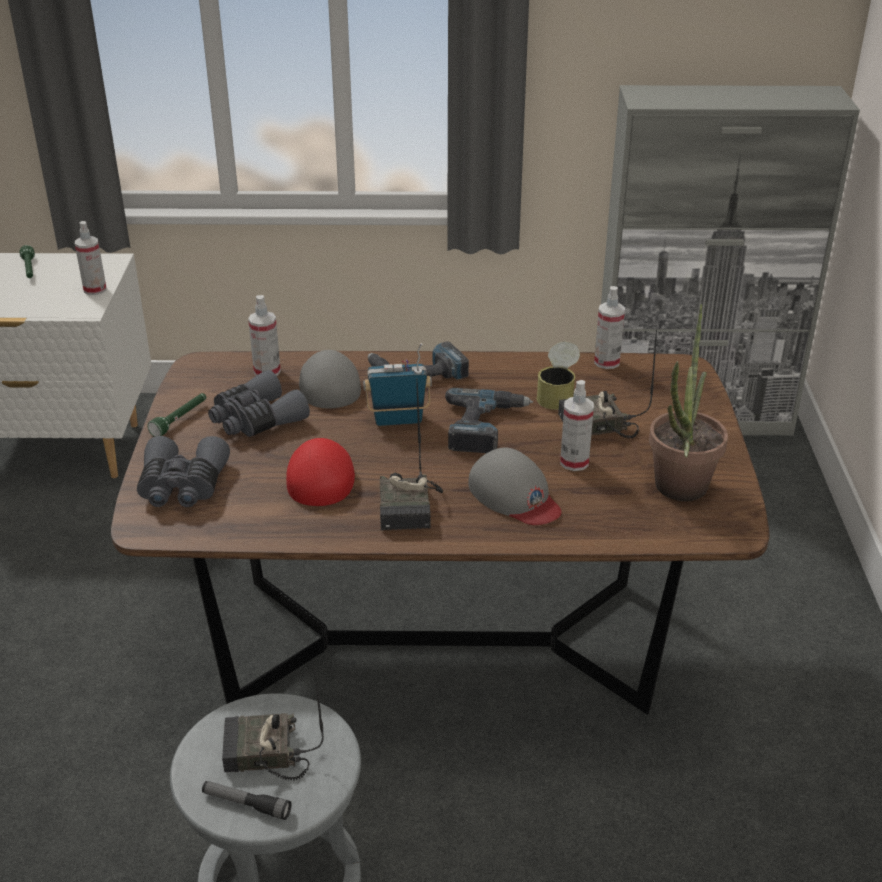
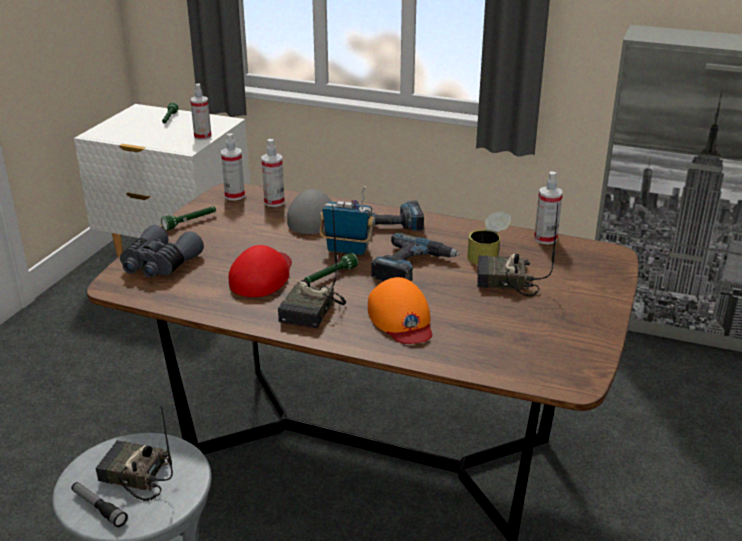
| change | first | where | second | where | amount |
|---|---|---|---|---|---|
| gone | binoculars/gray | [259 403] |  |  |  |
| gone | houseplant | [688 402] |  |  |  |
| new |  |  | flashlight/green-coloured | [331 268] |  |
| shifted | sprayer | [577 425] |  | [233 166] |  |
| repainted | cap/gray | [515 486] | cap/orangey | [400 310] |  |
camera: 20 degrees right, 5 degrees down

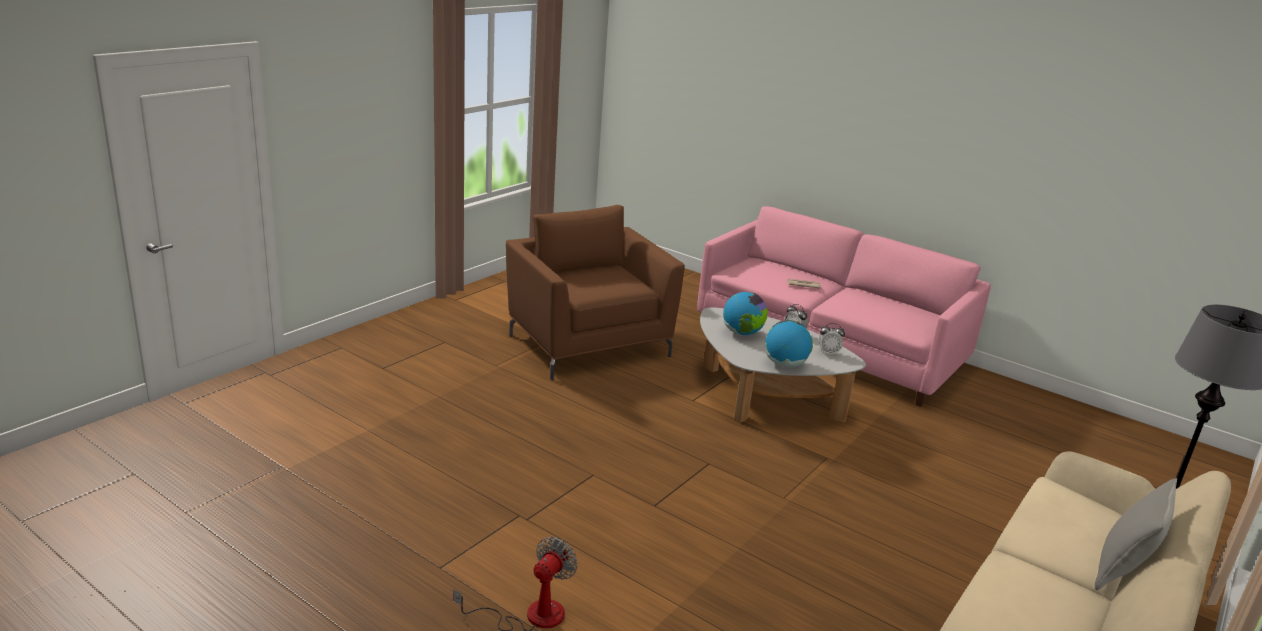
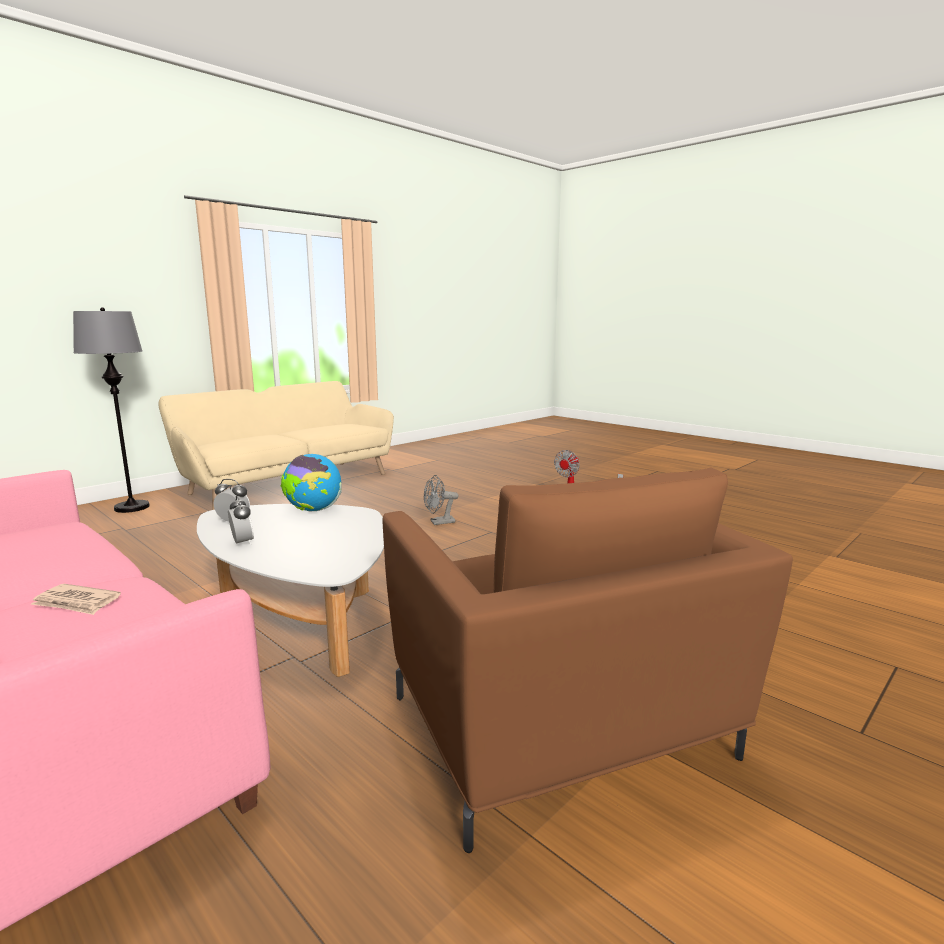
| change | first | where | second | where | amount |
|---|---|---|---|---|---|
| gone | desk globe | [745 314] |  |  |  |
| gone | throw pillow/gray | [1136 534] |  |  |  |
| new |  |  | cooling fan/gray | [441 500] |  |
camera: 170 degrees left, 10 degrees down

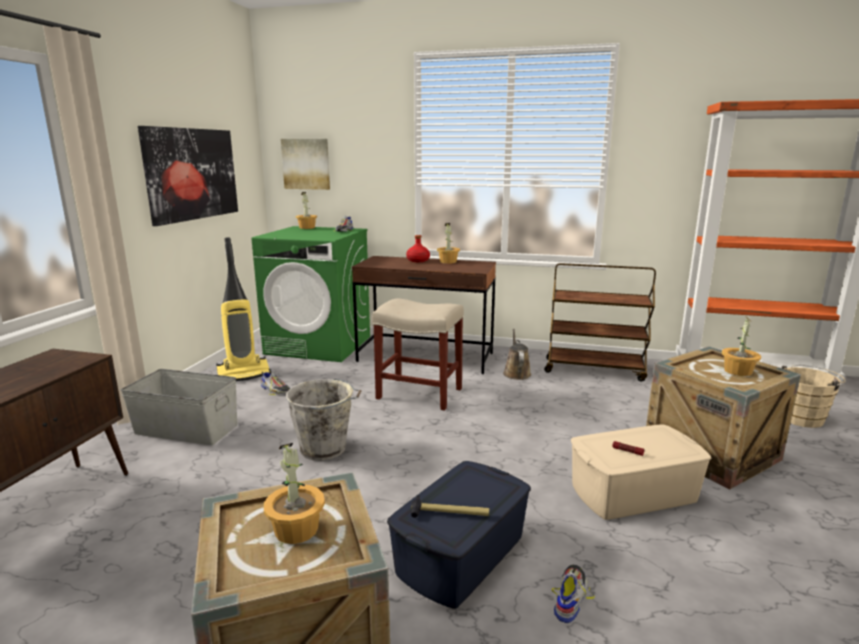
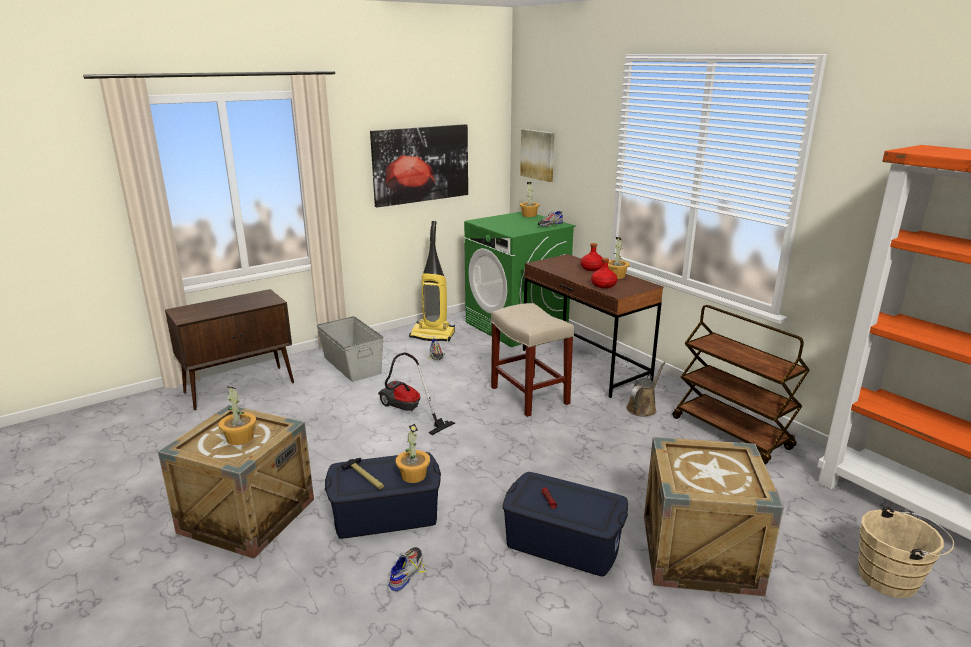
| change | first | where | second | where | amount |
|---|---|---|---|---|---|
| new |  |  | drink bottle/red-coloured | [604 273] |  |
| shifted | houseplant | [741 347] |  | [413 453] |  |
| swapped | bucket/gray | [323 420] | vacuum | [416 394] |  |
| repainted | storage bin/beige-coloured | [641 472] | storage bin/bluish | [565 524] |  |
| rotated | item of footwear | [573 594] |  | [407 569] | 45 degrees counterclockwise |
camera: 40 degrees right, 5 degrees up

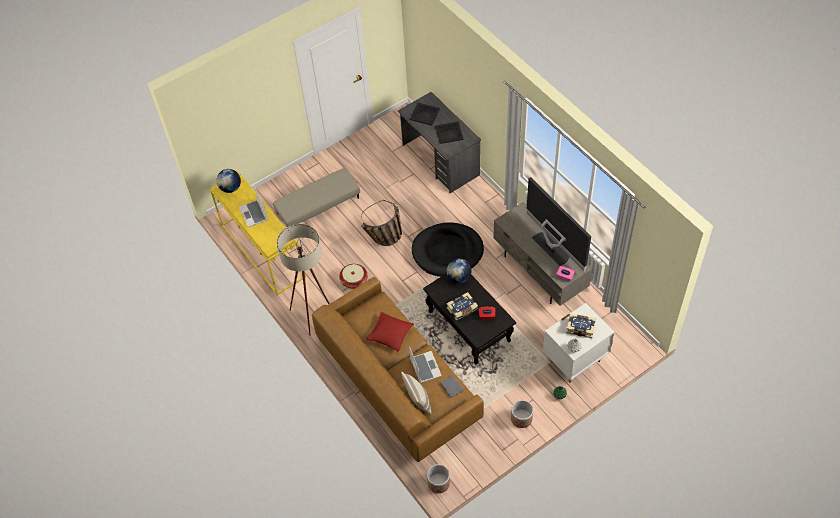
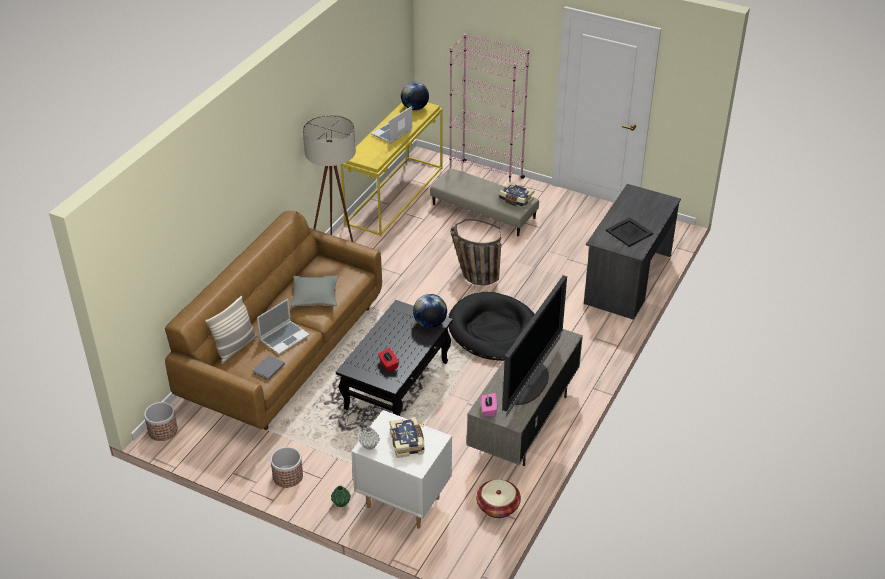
| change | first | where | second | where | amount |
|---|---|---|---|---|---|
| gone | tray/black-coloured | [425 114] |  |  |  |
| new |  |  | shelving unit/pinkish | [489 108] |  |
| shifted | basket | [353 276] |  | [498 498] |  |
| shifted | book | [462 306] |  | [516 195] |  |
| repainted | throw pillow/red-coloured | [390 332] | throw pillow/gray | [314 291] |  |
camera: 60 degrees right, 15 degrees down

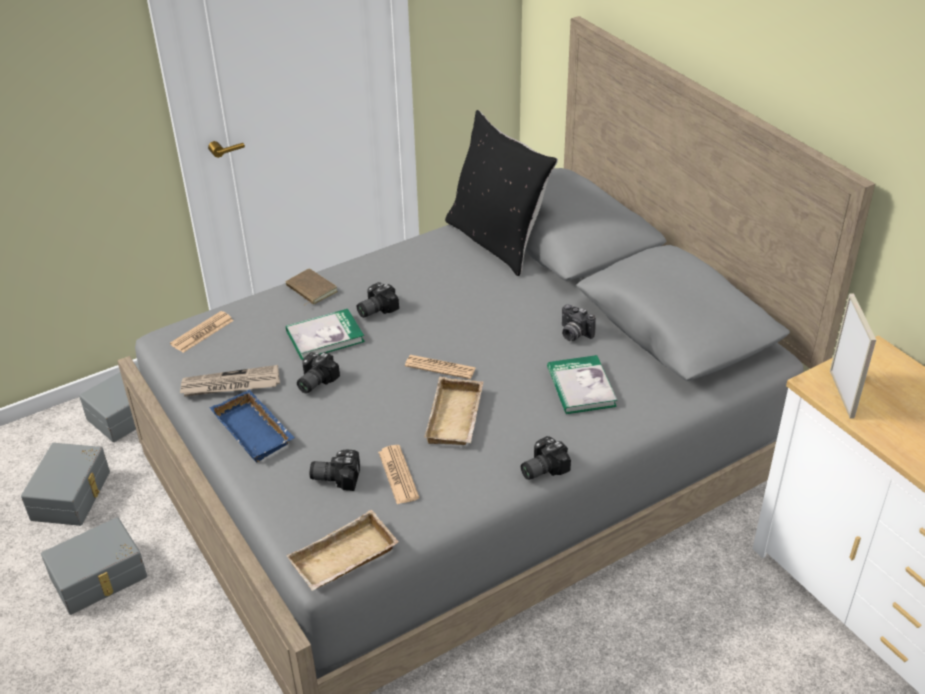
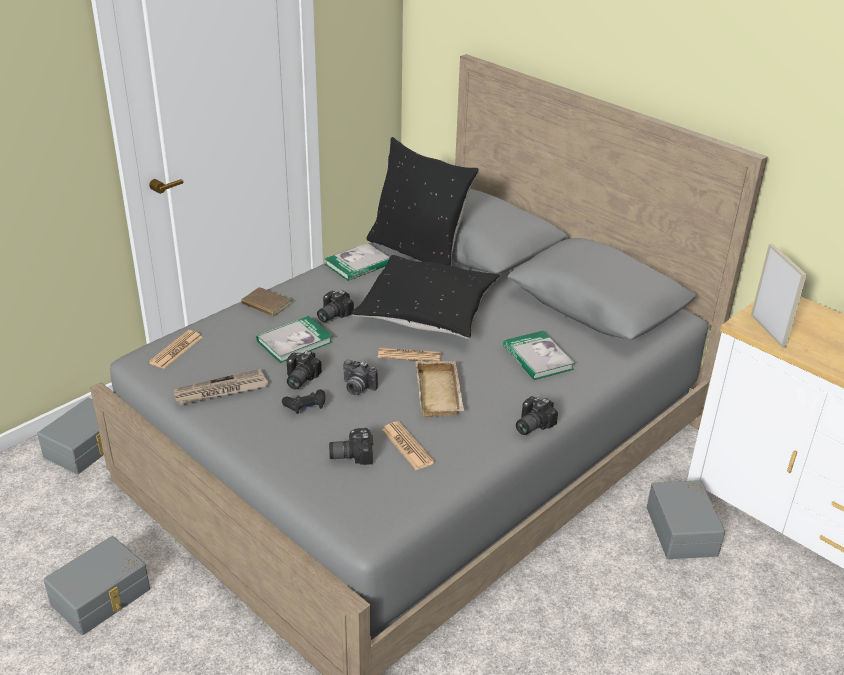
| change | first | where | second | where | amount |
|---|---|---|---|---|---|
| gone | tray/bluish | [252 425] |  |  |  |
| gone | tray/beige-coloured | [342 550] |  |  |  |
| new |  |  | joypad/black-coloured | [303 401] |  |
| new |  |  | book | [357 262] |  |
| new |  |  | throw pillow/black-coloured | [425 297] |  |
| shifted | storage bin/gray | [65 484] |  | [686 519] |  |
| shifted | still camera | [579 322] |  | [360 377] |  |
camera: 15 degrees left, 5 degrees down

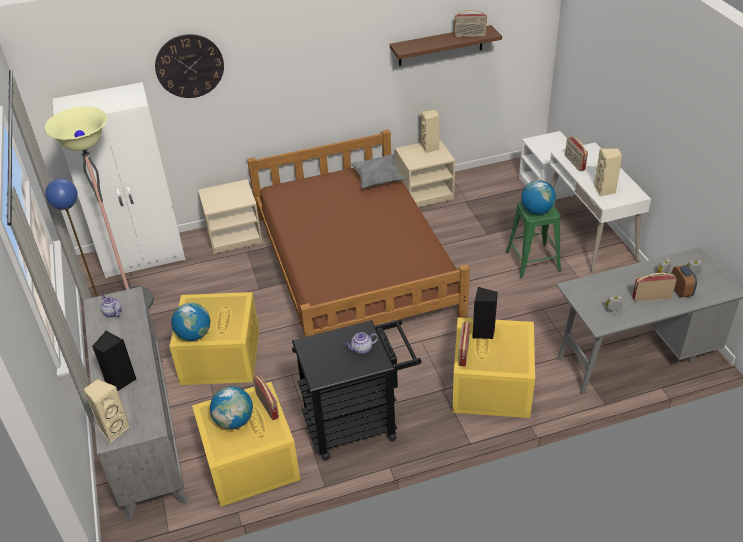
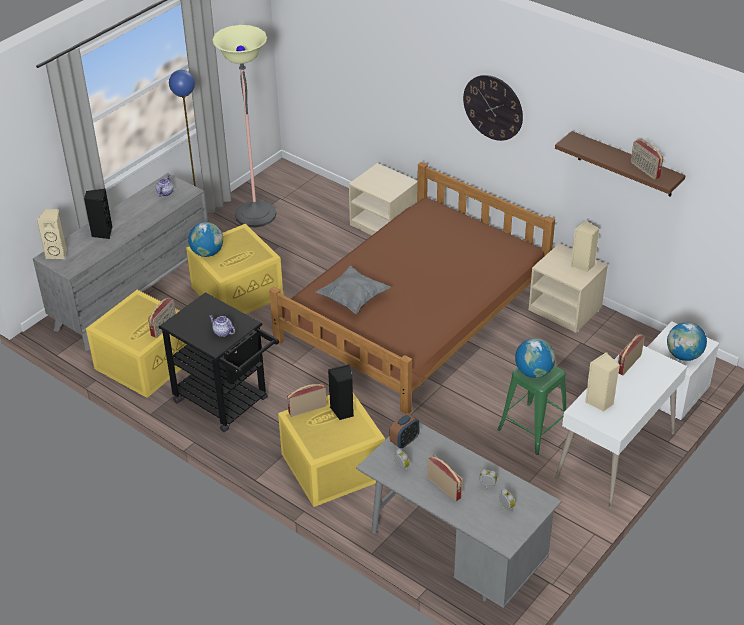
| change | first | where | second | where | amount |
|---|---|---|---|---|---|
| gone | armoire/white-coloured | [119 180] |  |  |  |
| shifted | wall clock | [189 66] |  | [493 108] |  |
| shifted | desk globe | [231 407] |  | [687 341] |  |
| shifted | throw pillow/gray | [378 171] |  | [353 290] |  |
| shifted | bedside clock | [684 281] |  | [404 430] |  |
camera: 55 degrees right, 0 degrees up

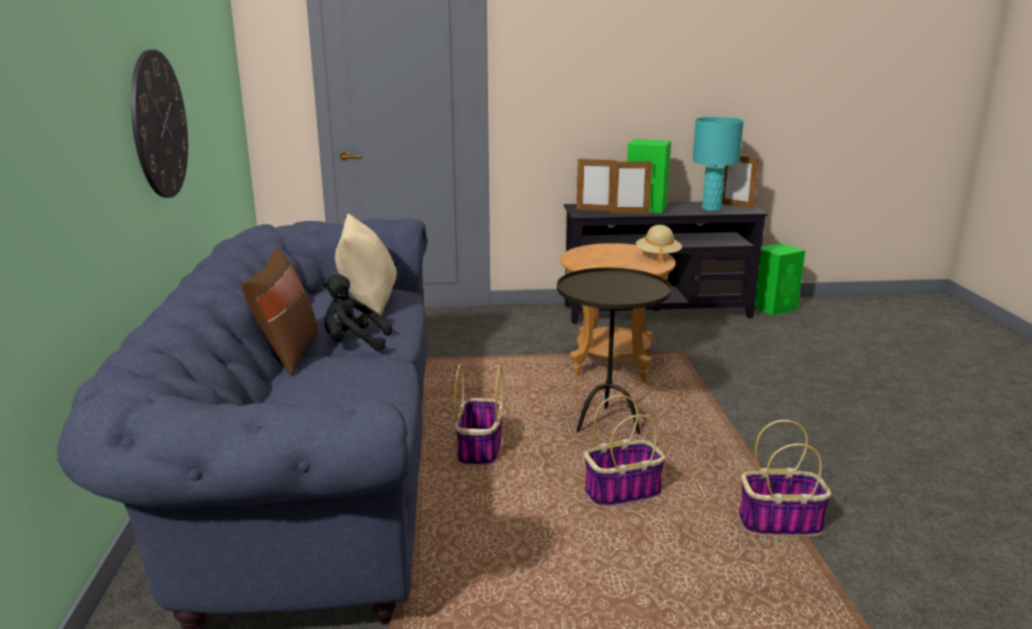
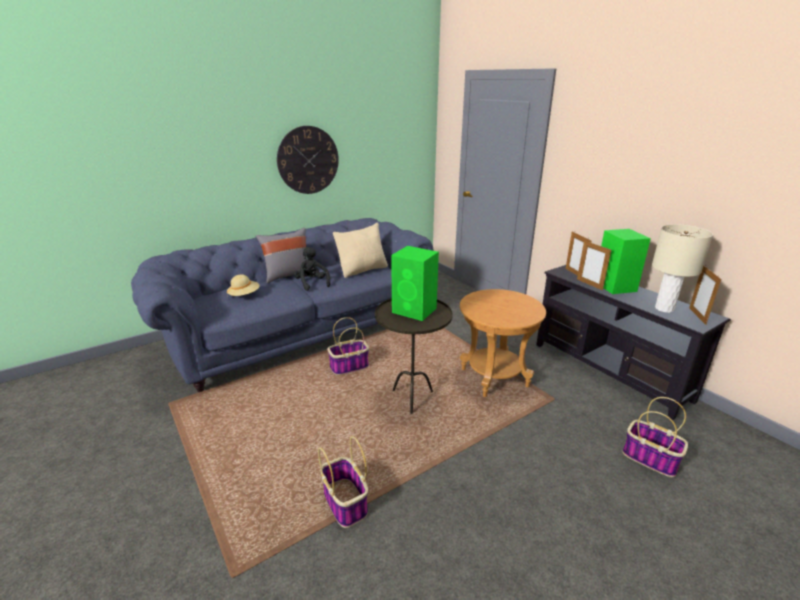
| change | first | where | second | where | amount |
|---|---|---|---|---|---|
| shifted | basket | [625 451] |  | [655 437] |  |
| shifted | clothing hat/beige-coloured | [659 244] |  | [243 285] |  |
| shifted | loudspeaker/green-coloured | [780 279] |  | [415 283] |  |
| repainted | throw pillow/brown | [280 312] | throw pillow/gray | [281 255] |  |
| repainted | table lamp/turquoise-coloured | [718 164] | table lamp/beige-coloured | [682 268] |  |
camera: 60 degrees right, 5 degrees up

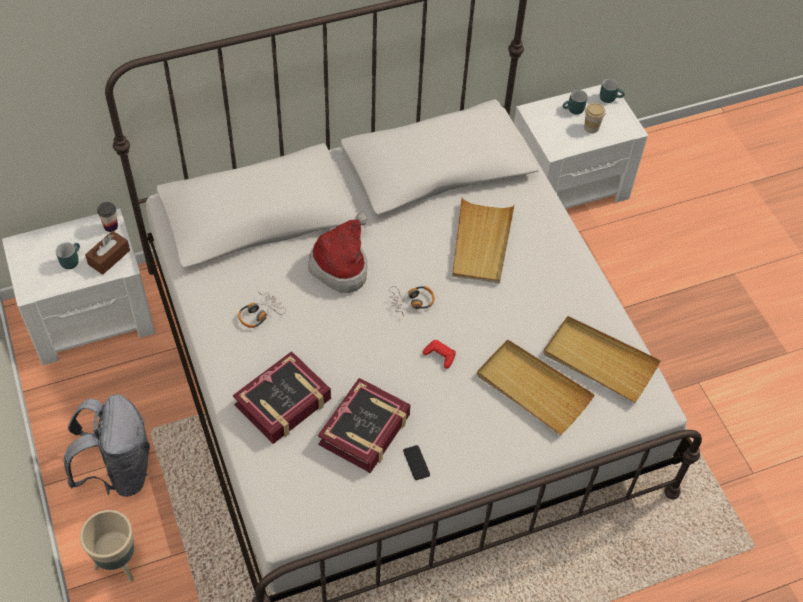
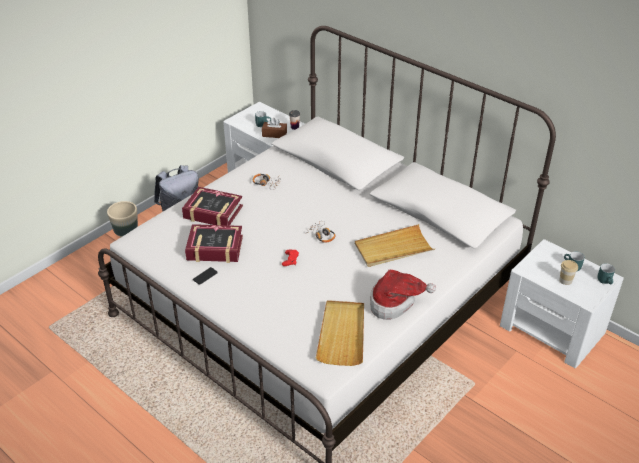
| change | first | where | second | where | amount |
|---|---|---|---|---|---|
| gone | tray/beige-coloured | [536 387] |  |  |  |
| shifted | clothing hat | [338 253] |  | [403 295] |  |
camera: 65 degrees right, 15 degrees down

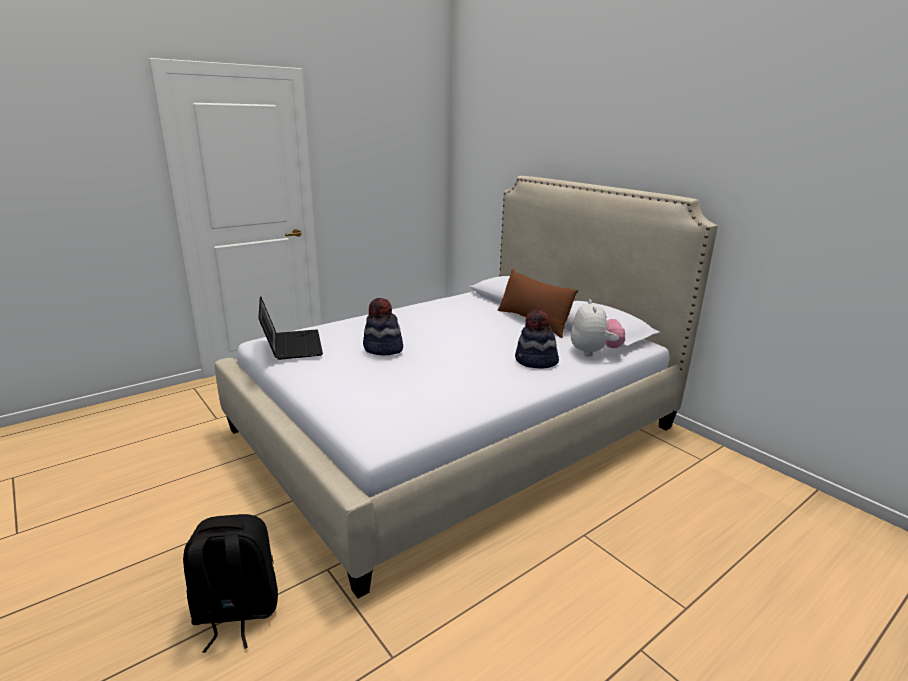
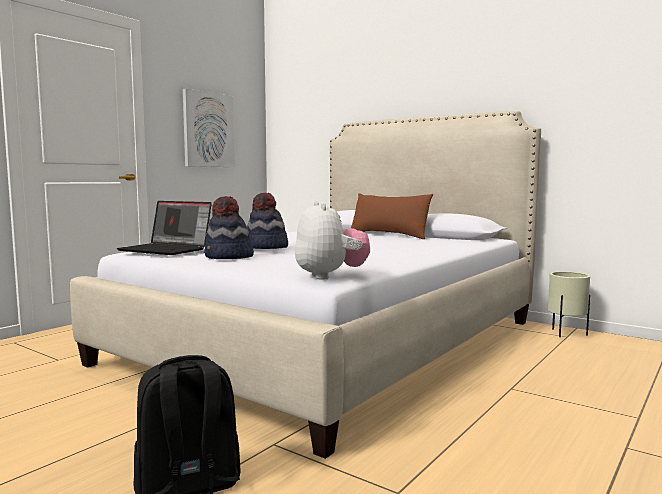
| change | first | where | second | where | amount |
|---|---|---|---|---|---|
| new |  |  | wall art | [209 128] |  |
| new |  |  | plant pot/beige-coloured | [569 304] |  |
| shifted | clothing hat | [537 339] |  | [229 227] |  |
| shifted | cuddly toy | [598 327] |  | [332 240] |  |
| rotated | portable computer | [290 328] |  | [164 228] | 150 degrees clockwise |
camera: 15 degrees left, 15 degrees down

